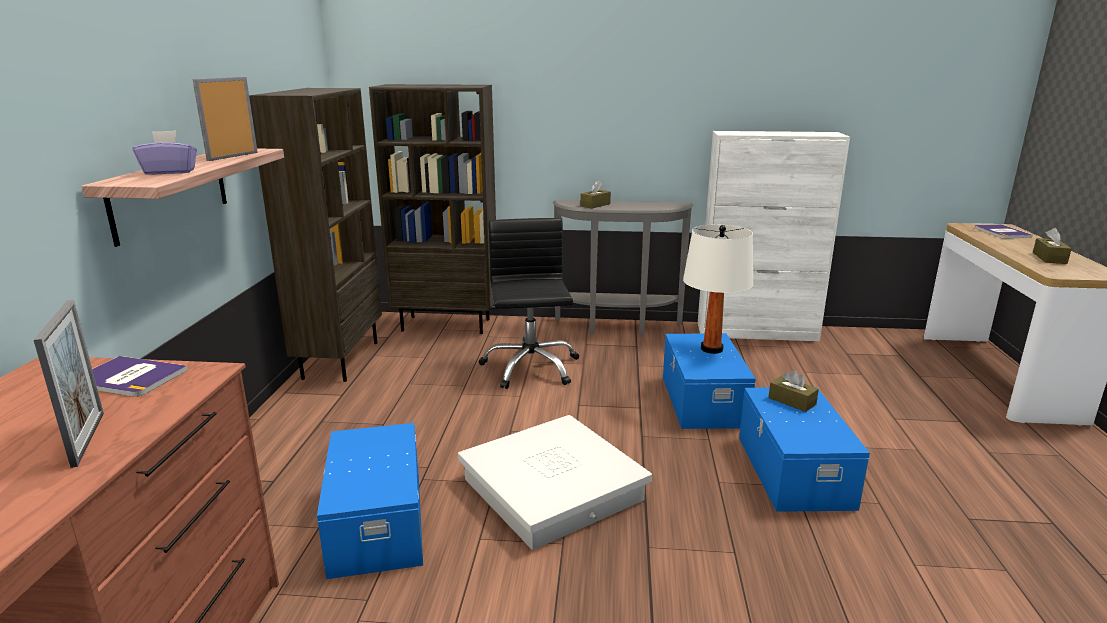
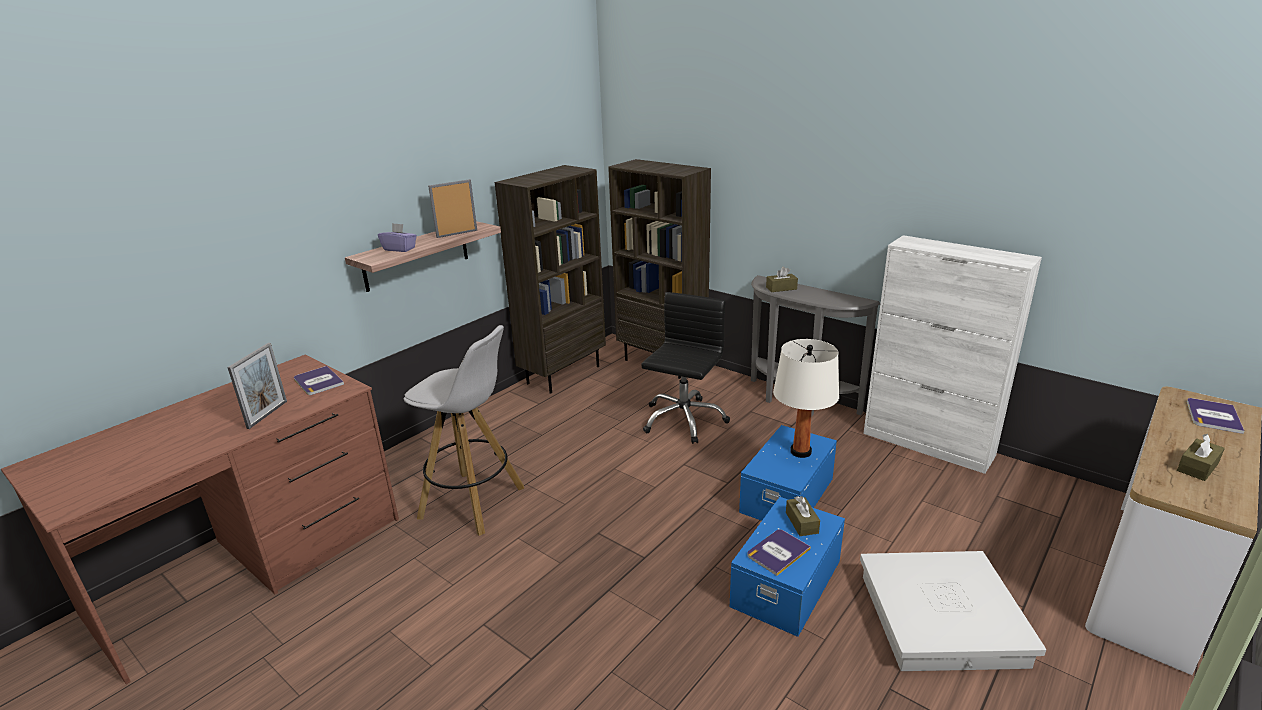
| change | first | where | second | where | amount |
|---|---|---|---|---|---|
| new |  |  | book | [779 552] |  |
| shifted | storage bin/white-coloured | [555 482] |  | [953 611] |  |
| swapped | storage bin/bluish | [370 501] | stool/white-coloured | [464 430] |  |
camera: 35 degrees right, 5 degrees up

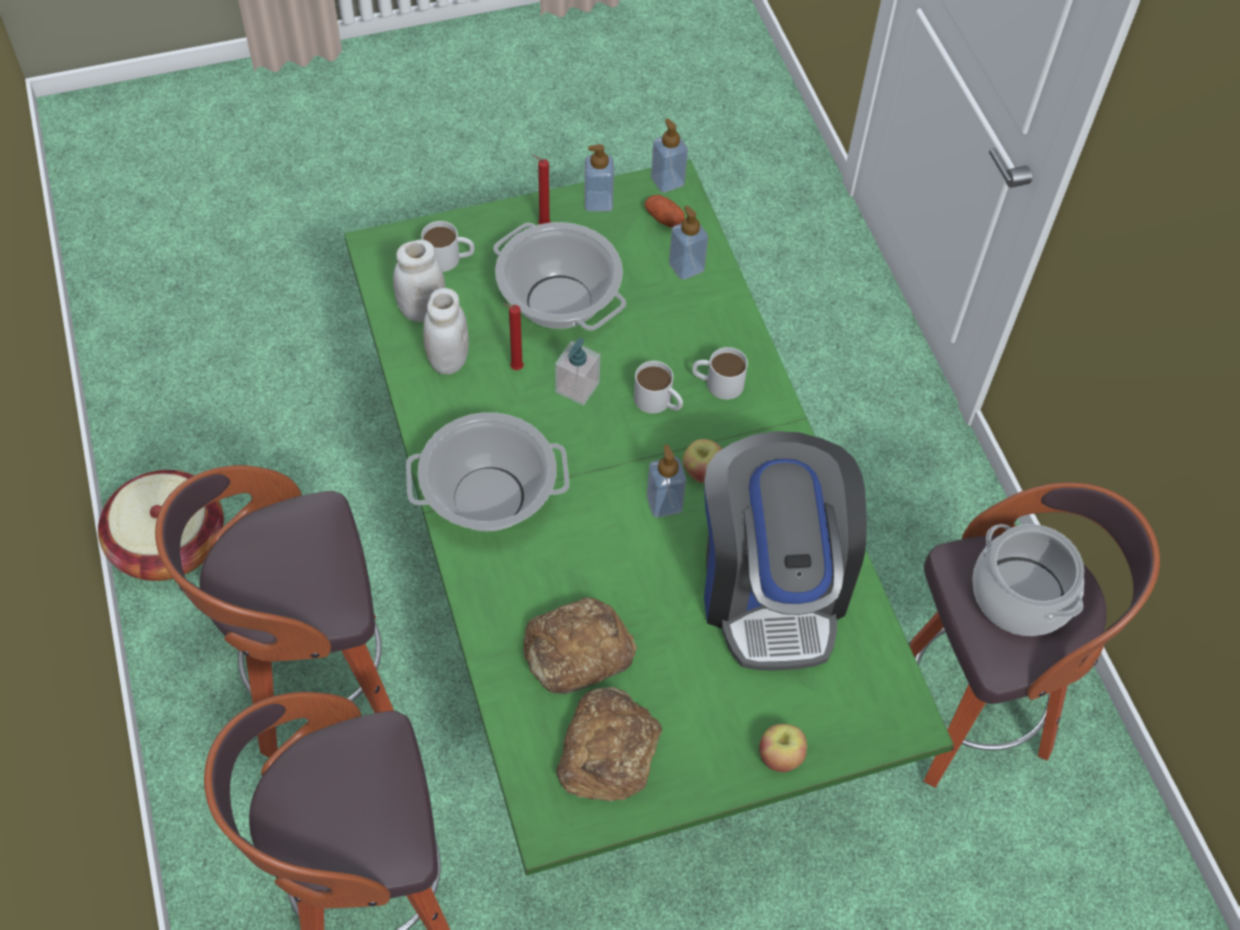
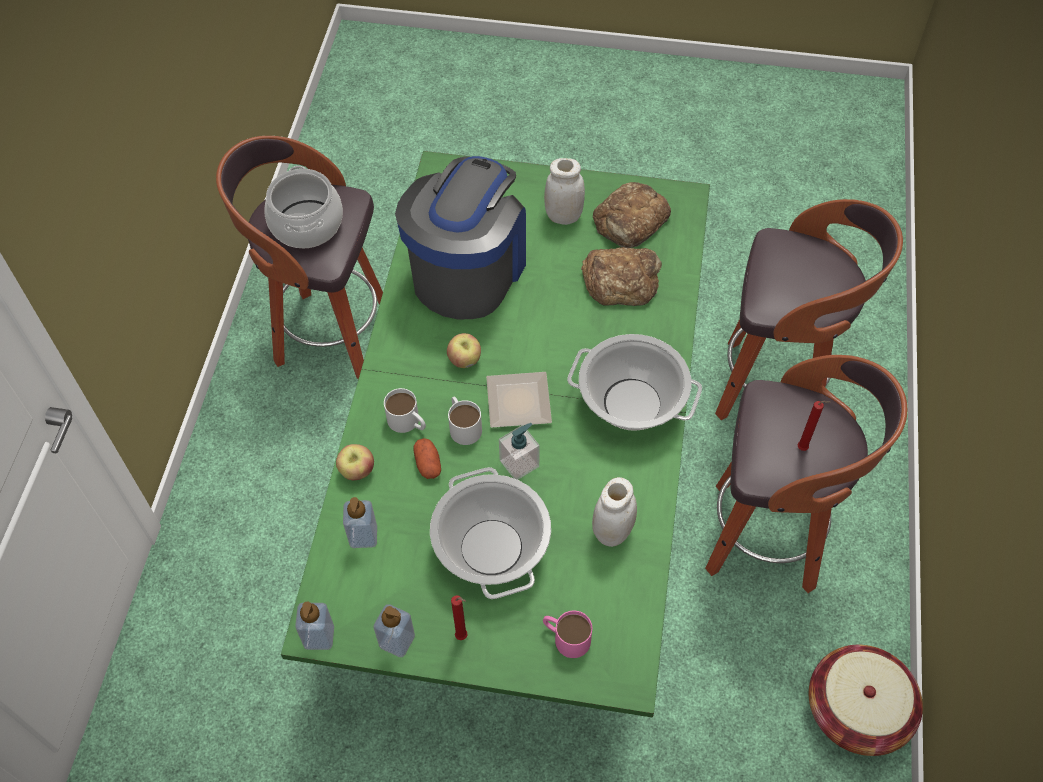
| change | first | where | second | where | amount |
|---|---|---|---|---|---|
| gone | soap dispenser | [666 481] |  |  |  |
| new |  |  | plate | [519 400] |  |
| shifted | storage jar/white-coloured | [419 280] |  | [564 191] |  |
| shifted | wax candle/red-coloured | [513 336] |  | [814 426] |  |
| shifted | spud | [664 211] |  | [427 458] |  |
| shifted | whole apple | [783 748] |  | [355 462] |  |
| repainted | mug/white-coloured | [447 246] | mug/pinkish | [567 634] |  |
camera: 150 degrees left, 0 degrees up

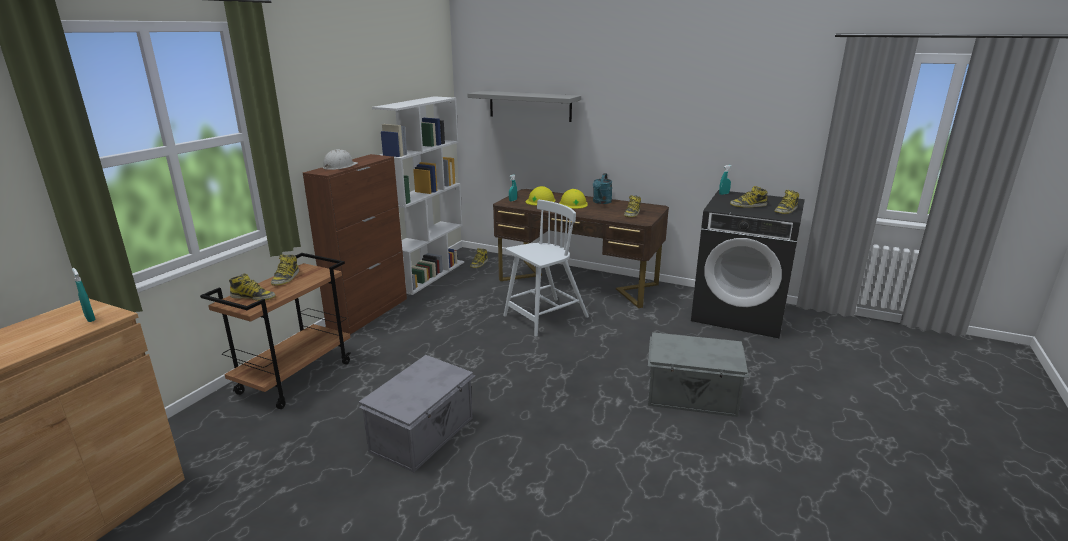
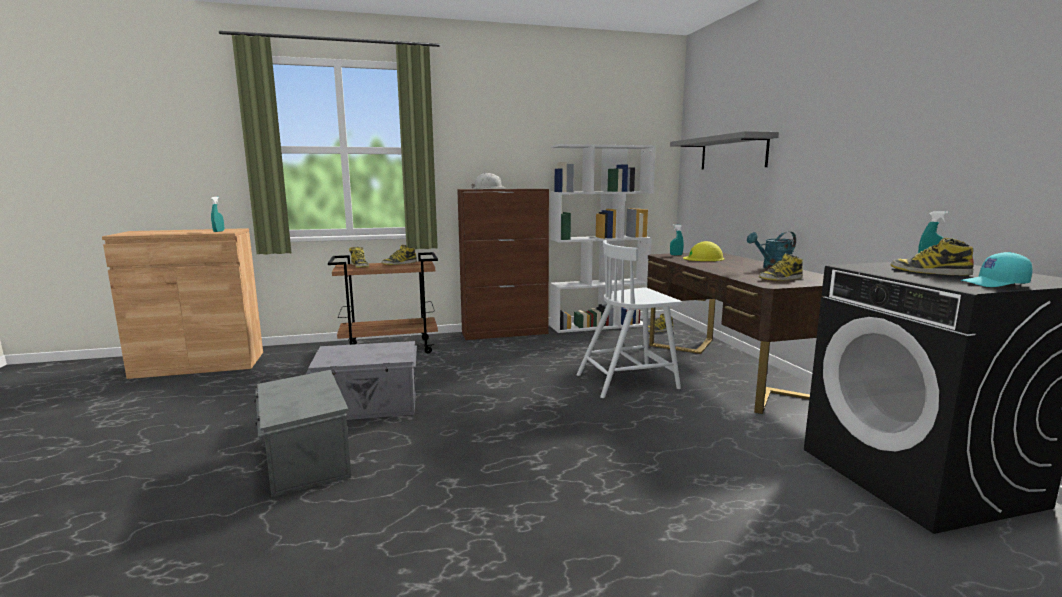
| change | first | where | second | where | amount |
|---|---|---|---|---|---|
| gone | safety helmet/yellowish | [573 199] |  |  |  |
| shifted | storage bin/gray | [698 374] |  | [302 433] |  |
| swapped | boot | [786 202] | cap/turquoise-coloured | [997 269] |  |
| rotated | chair/white-coloured | [546 268] |  | [629 319] | 150 degrees clockwise |
camera: 50 degrees right, 10 degrees down

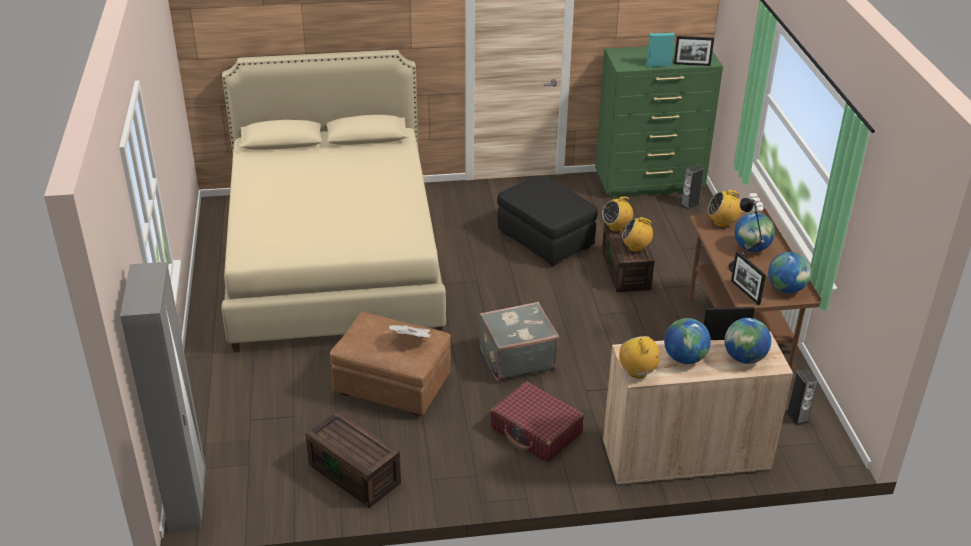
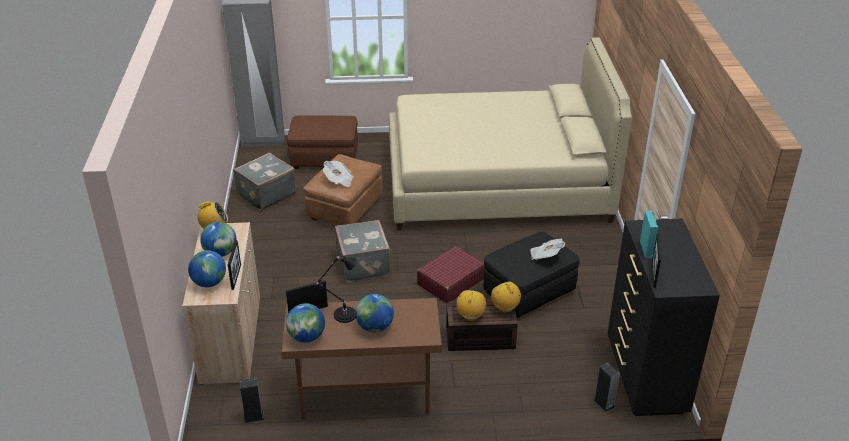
| change | first | where | second | where | amount |
|---|---|---|---|---|---|
| gone | radio receiver | [724 209] |  |  |  |
| new |  |  | ottoman/brown | [322 142] |  |
| new |  |  | newspaper | [547 249] |  |
| shifted | suitcase/red-coloured | [537 421] |  | [451 274] |  |
| swapped | storage bin/brown | [353 459] | suitcase/gray | [264 181] |  |
| repainted | chest of drawers/green-coloured | [659 121] | chest of drawers/black-coloured | [664 317] |  |
camera: 95 degrees right, 0 degrees up

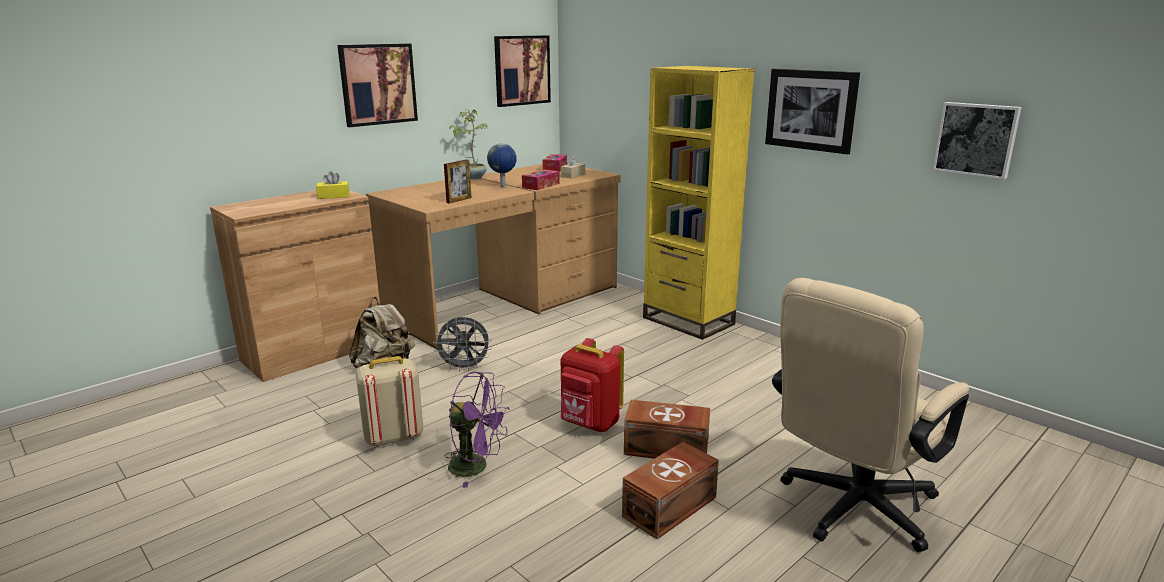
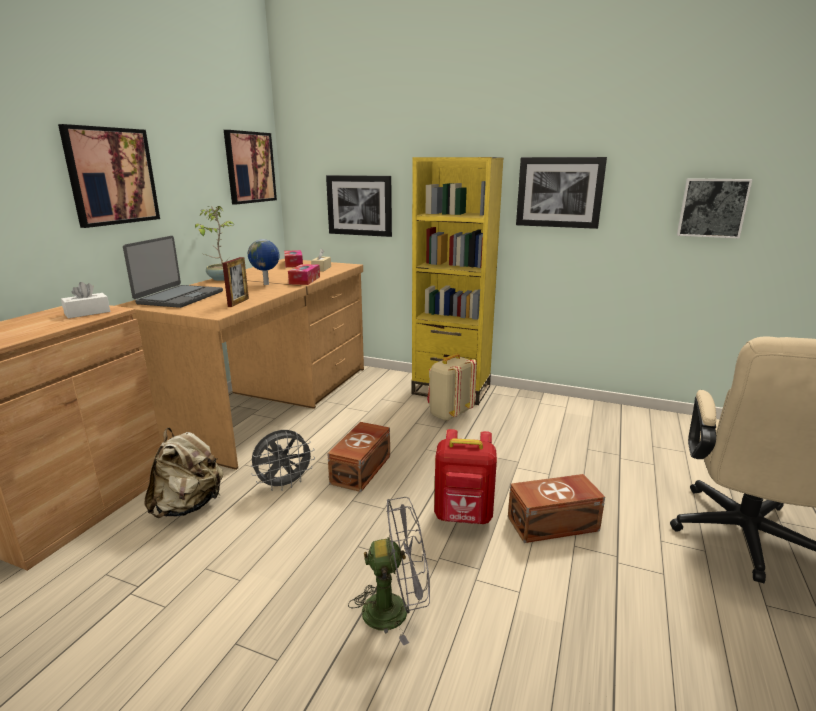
| change | first | where | second | where | amount |
|---|---|---|---|---|---|
| new |  |  | portable computer | [173 272] |  |
| new |  |  | wall art | [359 206] |  |
| shifted | backpack/beige-coloured | [390 401] |  | [452 387] |  |
| shifted | storage bin/brown | [670 490] |  | [358 457] |  |
| repainted | tissue box/yellowish | [332 185] | tissue box/white-coloured | [85 300] |  |
| repainted | cooling fan/purplish | [477 430] | cooling fan/gray | [389 571] |  |
camera: 25 degrees left, 0 degrees up

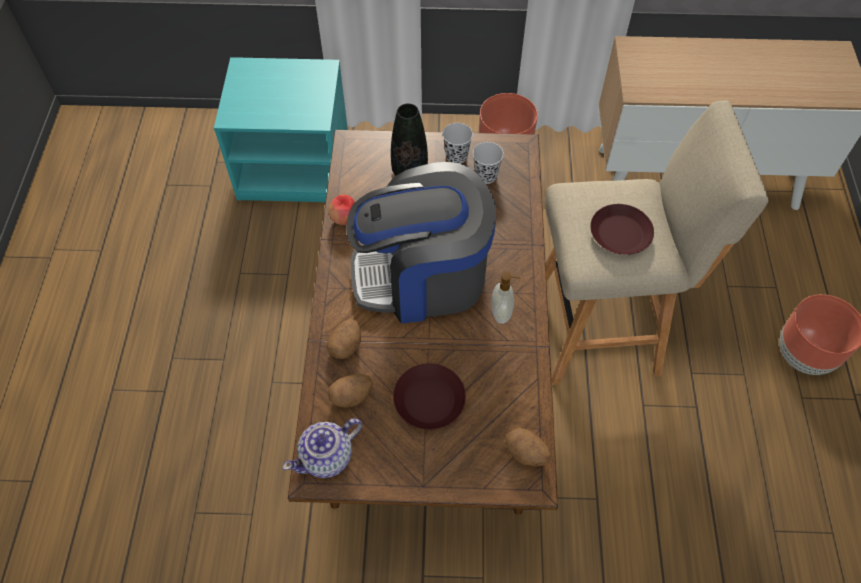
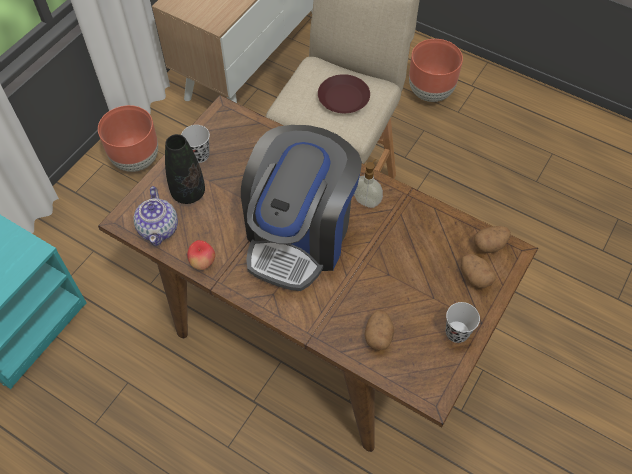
| change | first | where | second | where | amount |
|---|---|---|---|---|---|
| gone | plate/brown | [429 396] |  |  |  |
| shifted | tea pot | [322 448] |  | [155 216] |  |
| shifted | spud | [344 339] |  | [478 271] |  |
| shifted | small cup/black-coloured | [488 163] |  | [463 322] |  |
camera: 60 degrees left, 0 degrees up

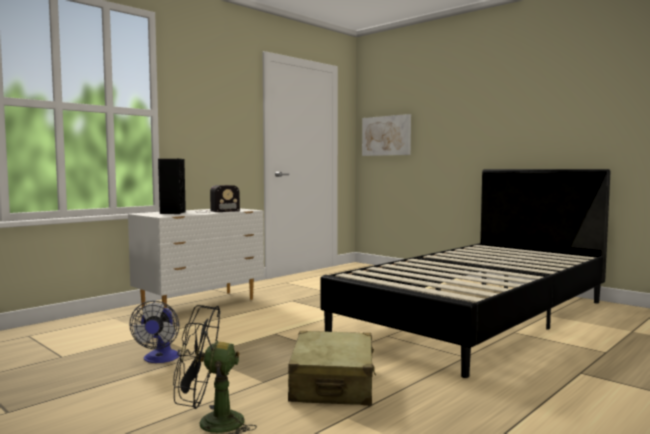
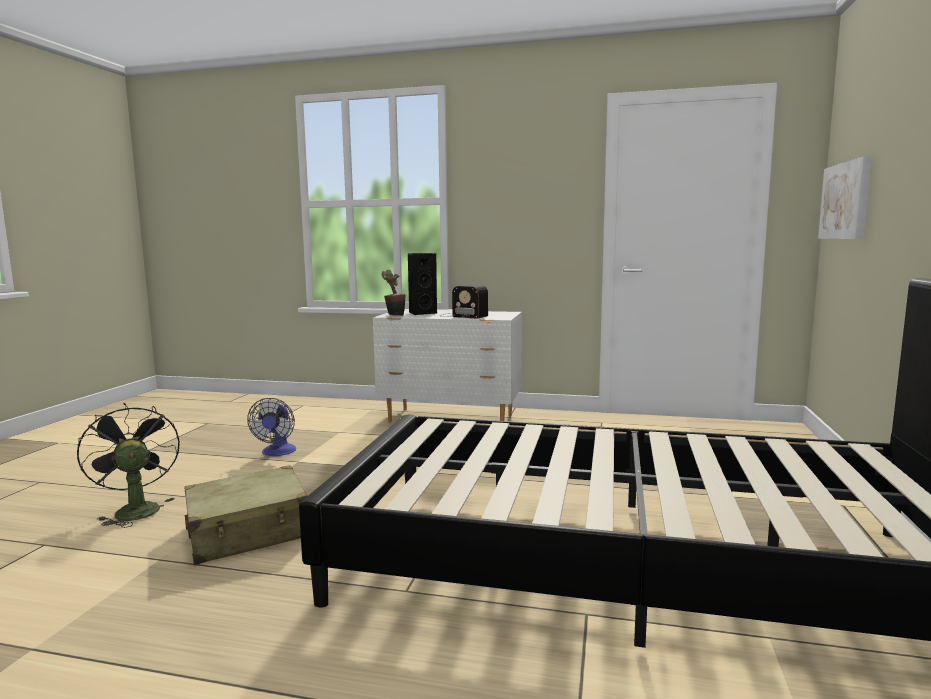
| change | first | where | second | where | amount |
|---|---|---|---|---|---|
| new |  |  | houseplant | [394 293] |  |
| rotated | cooling fan | [155 332] |  | [271 427] | 60 degrees counterclockwise |
camera: 60 degrees right, 5 degrees up

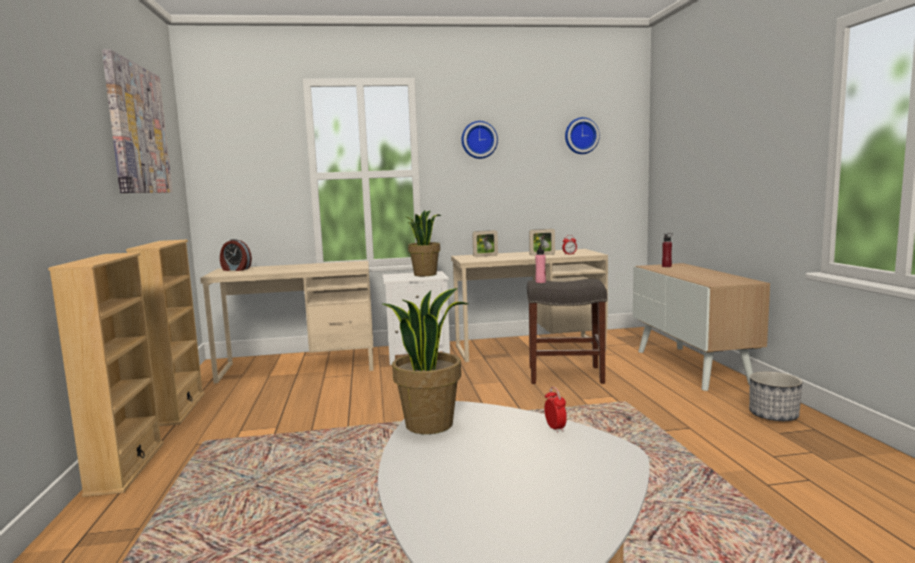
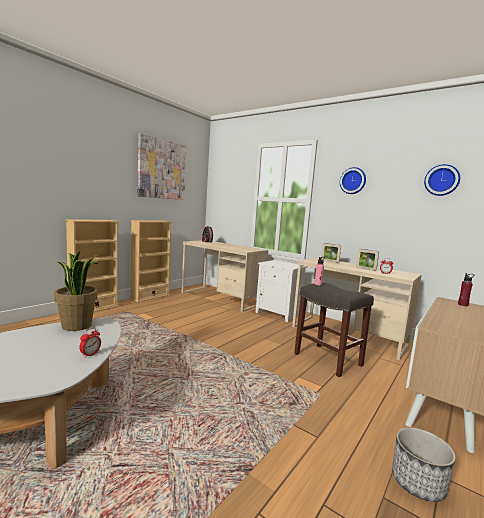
| change | first | where | second | where | amount |
|---|---|---|---|---|---|
| gone | houseplant | [423 243] |  |  |  |
camera: 45 degrees right, 0 degrees up

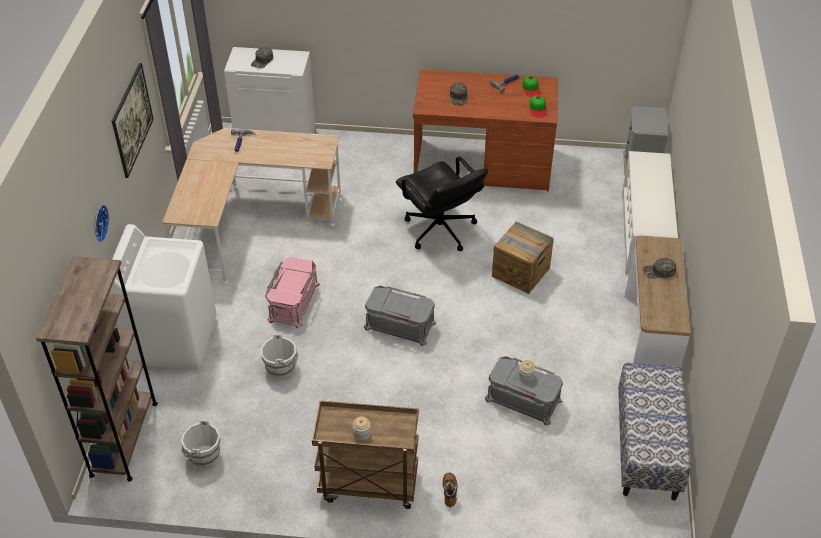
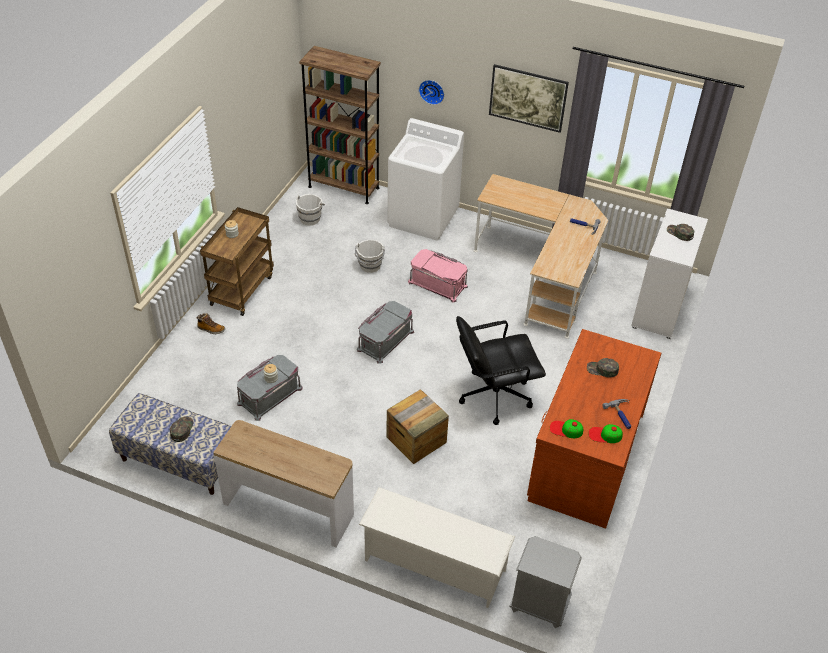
| change | first | where | second | where | amount |
|---|---|---|---|---|---|
| shifted | cap/green-coloured | [659 268] |  | [182 429] |  |
camera: 105 degrees right, 0 degrees up

